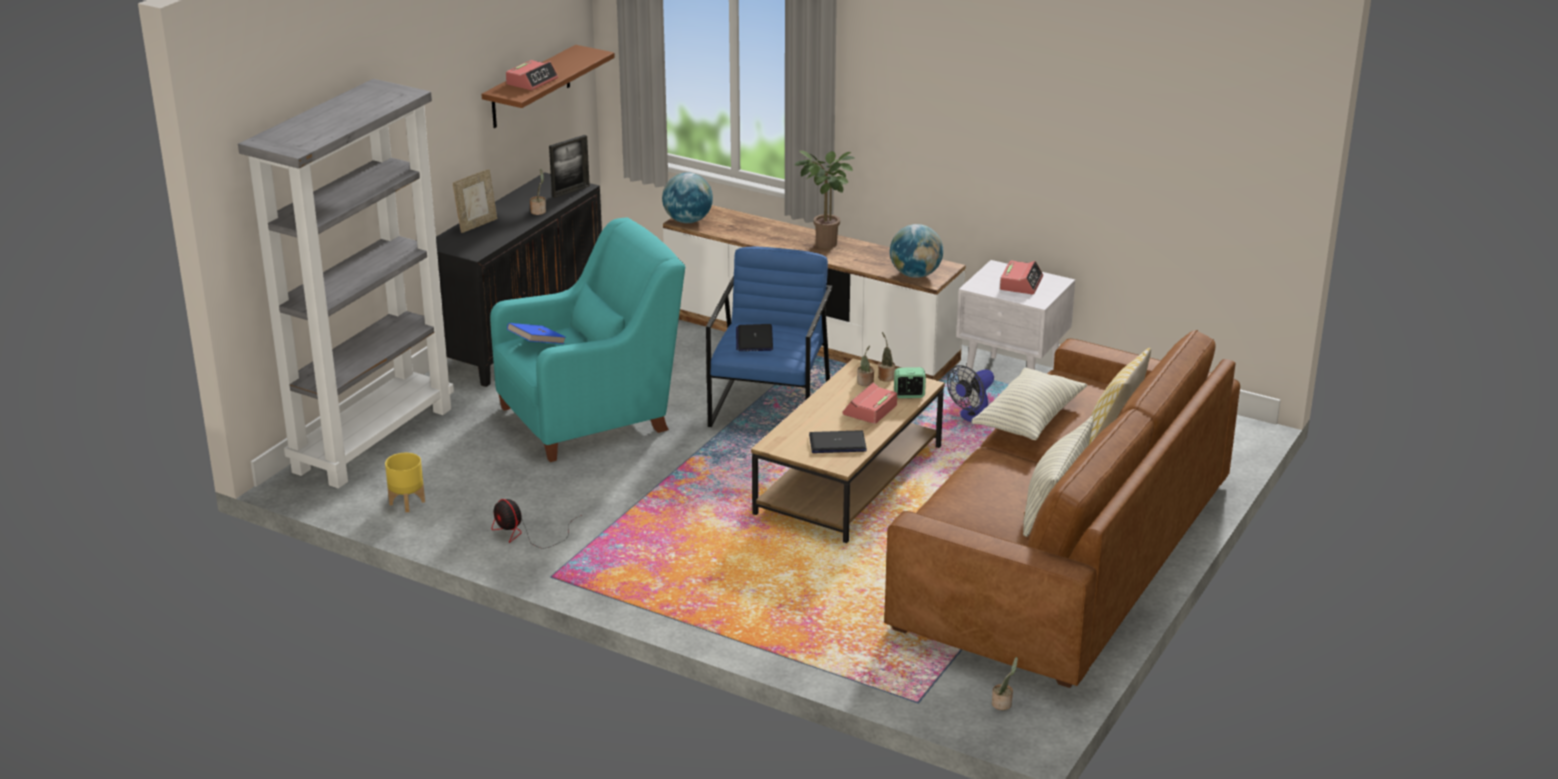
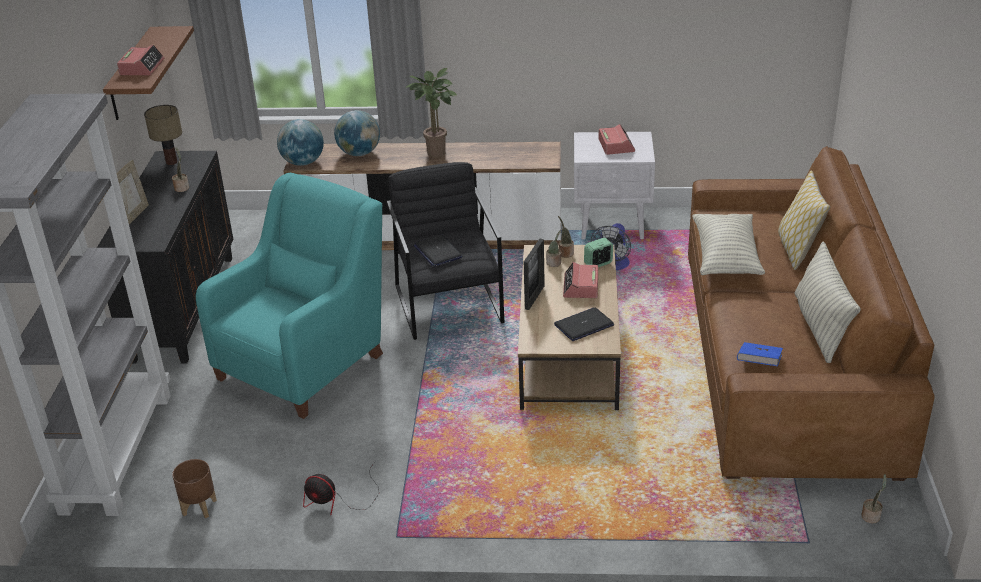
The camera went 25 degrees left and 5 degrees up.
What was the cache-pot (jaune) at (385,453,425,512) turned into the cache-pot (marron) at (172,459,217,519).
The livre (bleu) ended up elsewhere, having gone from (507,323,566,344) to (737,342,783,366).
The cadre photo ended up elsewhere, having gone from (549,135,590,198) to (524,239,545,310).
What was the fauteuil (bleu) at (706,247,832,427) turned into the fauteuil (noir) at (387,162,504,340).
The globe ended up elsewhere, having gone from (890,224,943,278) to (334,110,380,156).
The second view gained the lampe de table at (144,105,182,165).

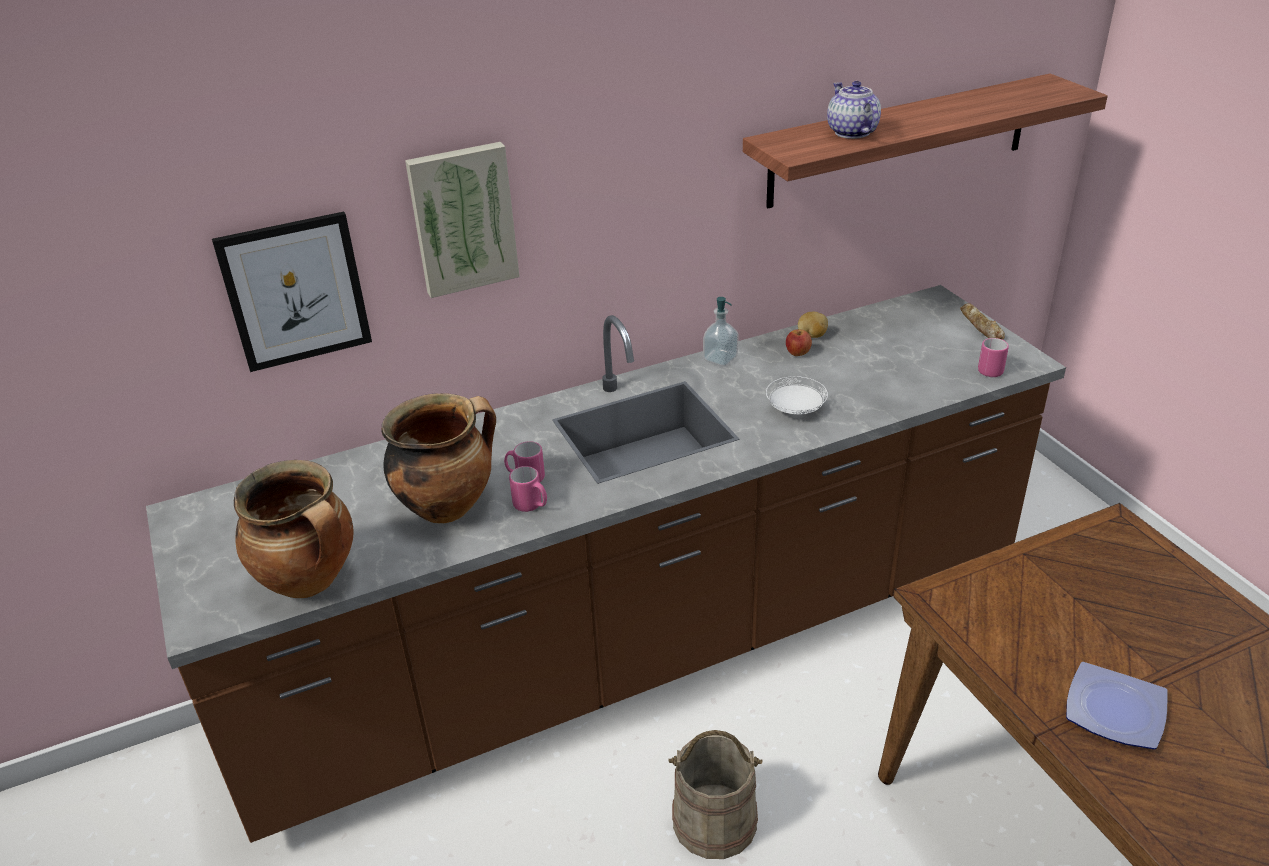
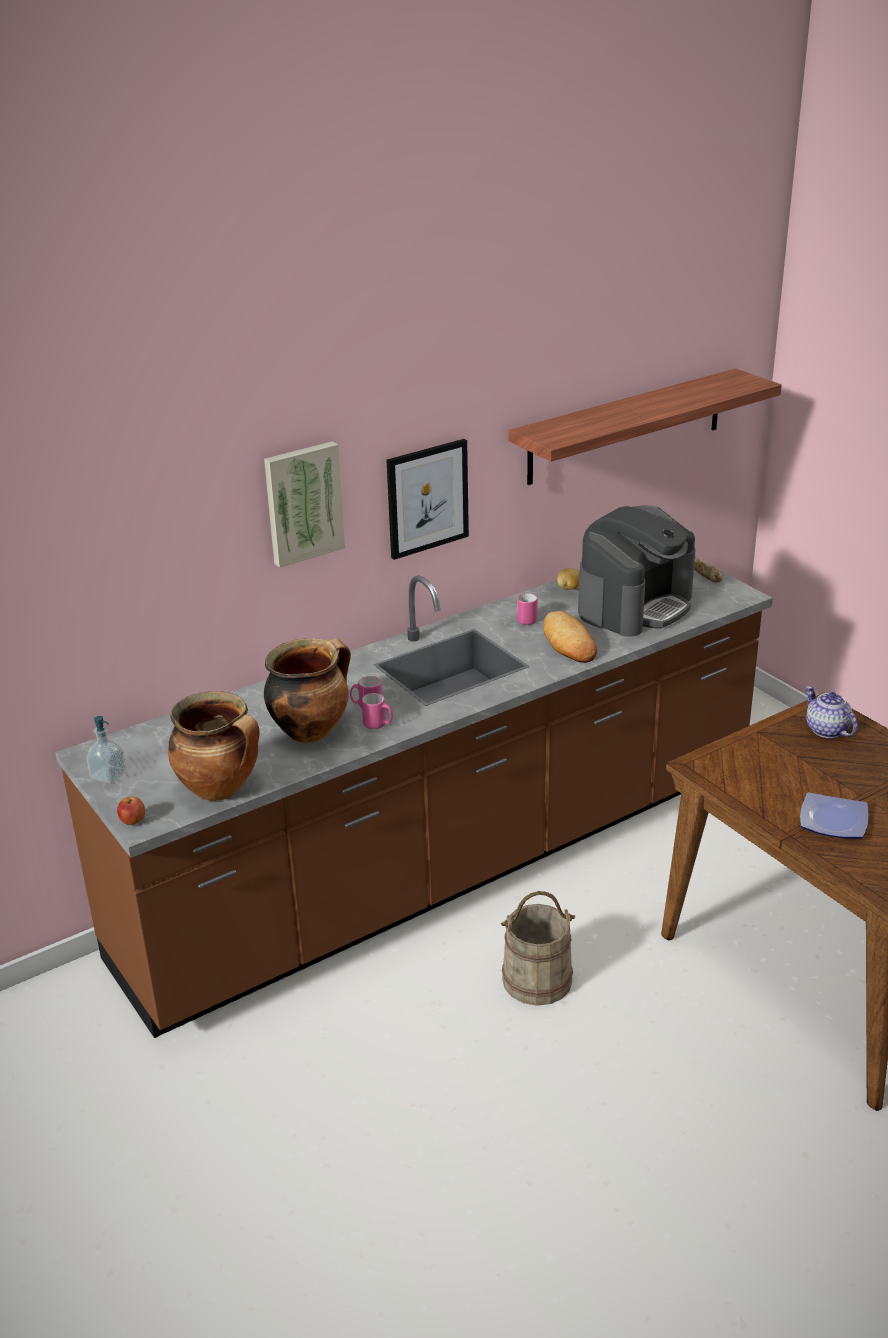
The camera went 10 degrees left and 5 degrees down.
The tableau ended up elsewhere, having gone from (212,212,372,372) to (387,439,469,560).
The distributeur de savon ended up elsewhere, having gone from (703,297,739,367) to (87,716,126,784).
Where the assiette (blanc) stood at (766,376,828,414), the pain came to stand at (543,611,597,663).
The pomme ended up elsewhere, having gone from (786,329,812,356) to (117,797,145,825).
The théière ended up elsewhere, having gone from (827,81,881,139) to (805,686,858,738).
The mug (rose) ended up elsewhere, having gone from (978,338,1009,377) to (517,593,538,625).
The second view gained the machine à café at (578,506,695,637).

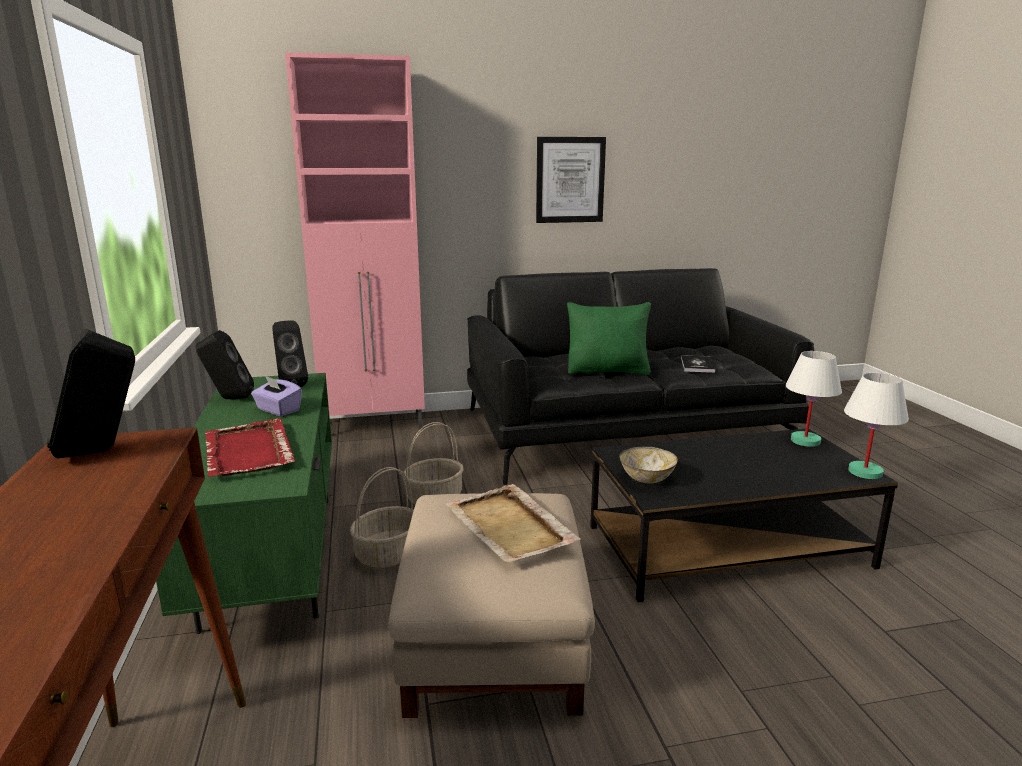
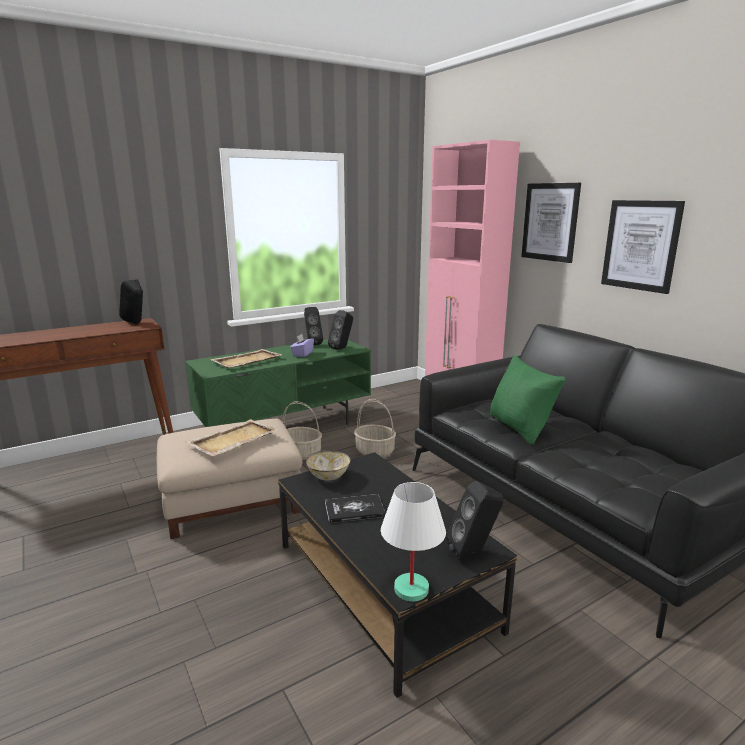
The camera went 70 degrees right and 0 degrees up.
What was the plateau (rouge) at (204,418,295,477) turned into the plateau (beige) at (210,349,282,368).
The livre ended up elsewhere, having gone from (681,355,715,373) to (325,494,386,523).
Where the lampe de table (blanc) stood at (786,351,842,447), the enceinte (noir) came to stand at (446,481,504,559).
The second view gained the tableau at (521,183,581,263).

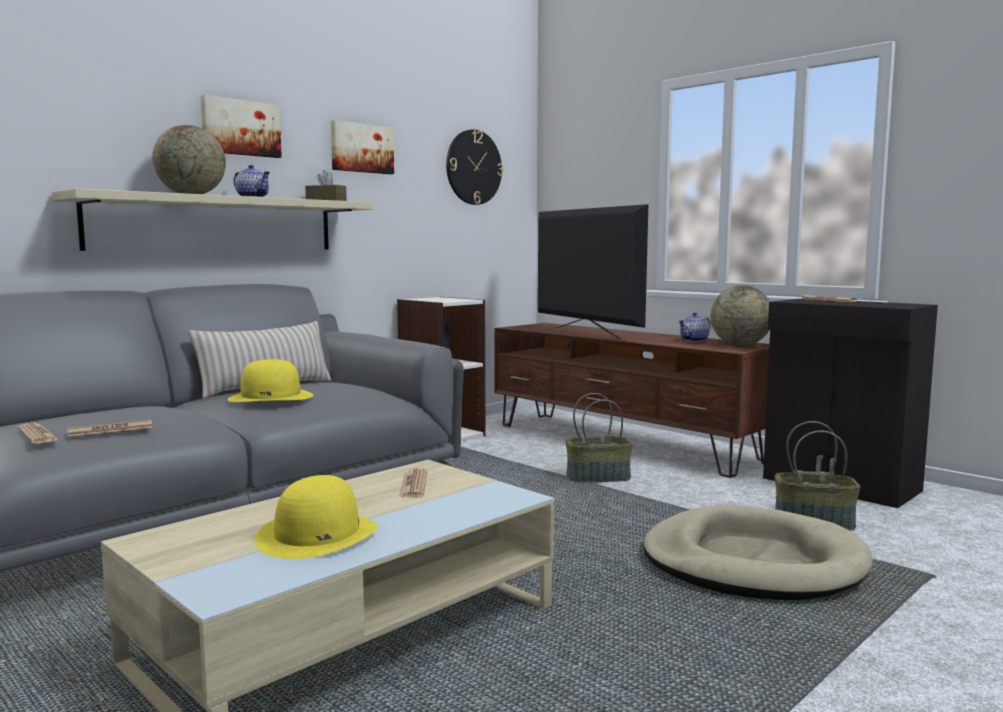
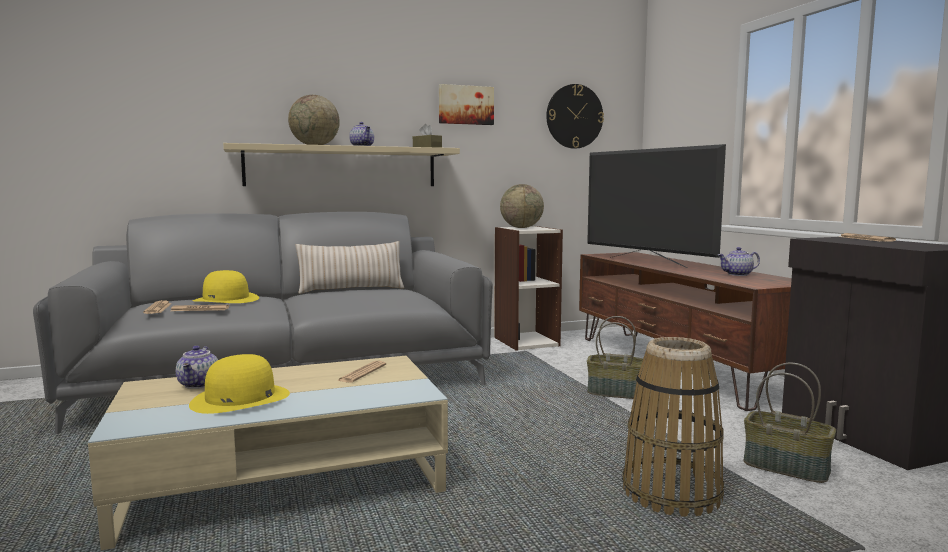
The camera went 25 degrees right and 0 degrees up.
The second view lost the tableau at (201,95,282,158).
The chapeau (jaune) ended up elsewhere, having gone from (227,359,313,402) to (193,270,259,303).
The téléviseur at (538,204,648,339) ended up facing another way, 150 degrees clockwise from before.
Where the panier pour chien (beige) stood at (643,505,873,600), the panier came to stand at (622,337,724,517).
The globe ended up elsewhere, having gone from (711,285,770,346) to (500,184,544,228).
The second view gained the théière at (176,346,218,389).

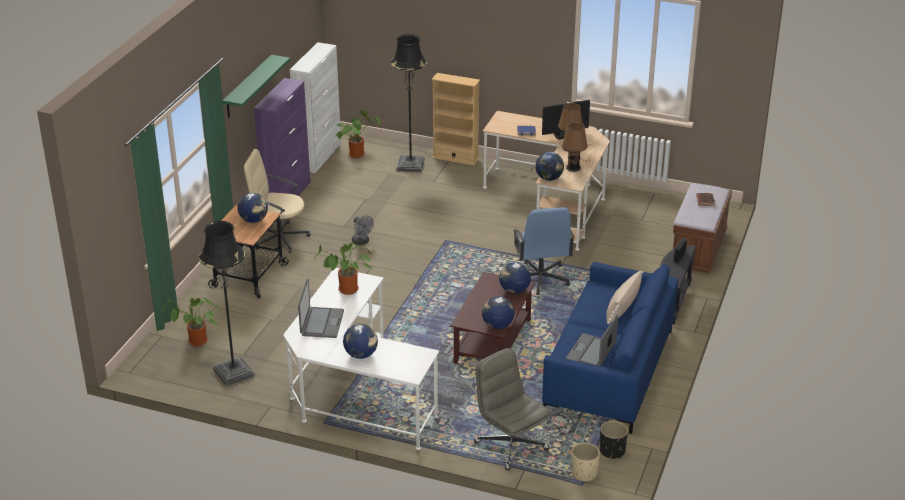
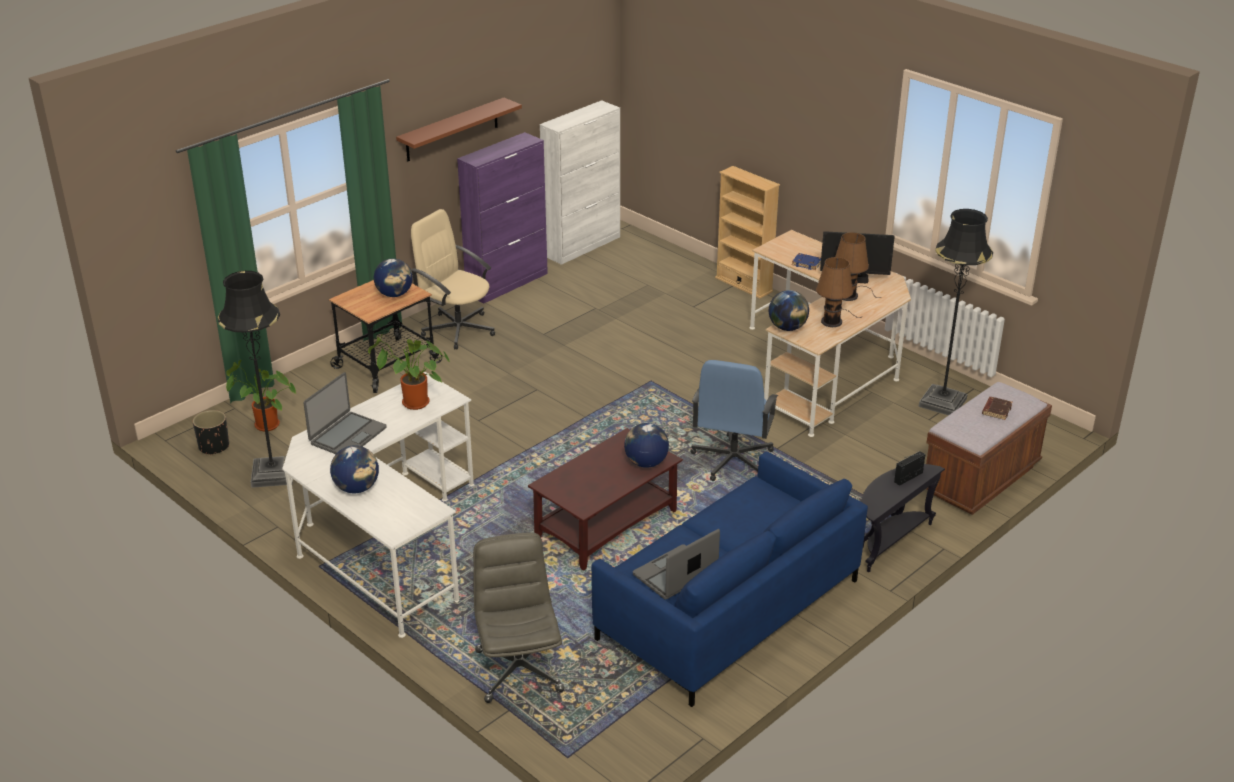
The camera went 25 degrees right and 0 degrees up.
What was the étagère (vert) at (223,55,290,118) turned into the étagère (marron) at (396,97,522,161).
The second view lost the plante en pot at (336,110,381,158).
The second view lost the ventilateur (gris) at (352,215,374,245).
The lampadaire (noir) ended up elsewhere, having gone from (390,34,427,172) to (919,209,993,415).
The second view lost the globe at (482,296,515,329).
The second view lost the cache-pot (beige) at (571,443,600,482).
The cache-pot (noir) ended up elsewhere, having gone from (600,421,628,459) to (193,410,229,455).
The second view lost the coussin (beige) at (606,270,643,324).

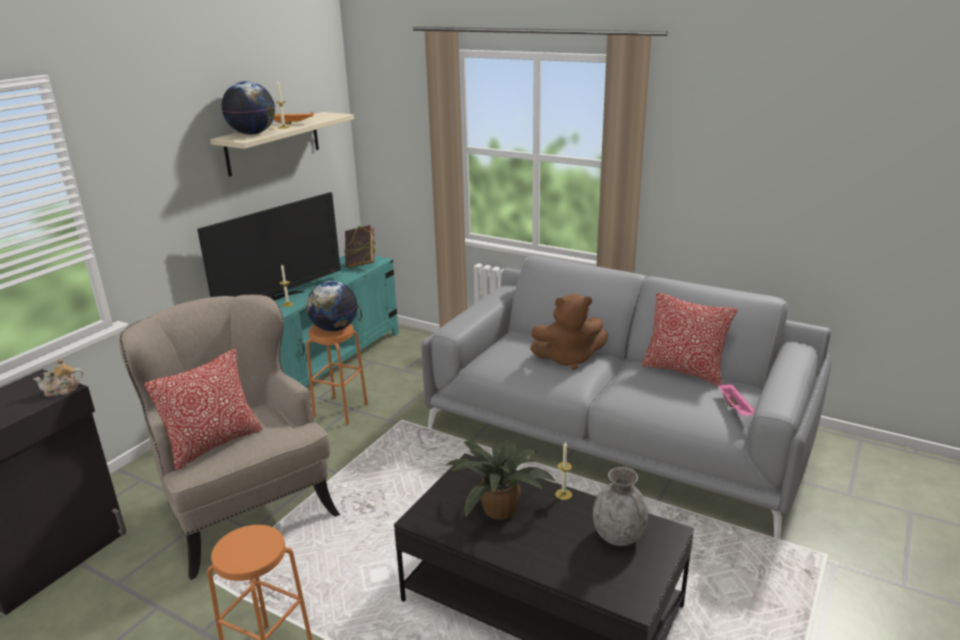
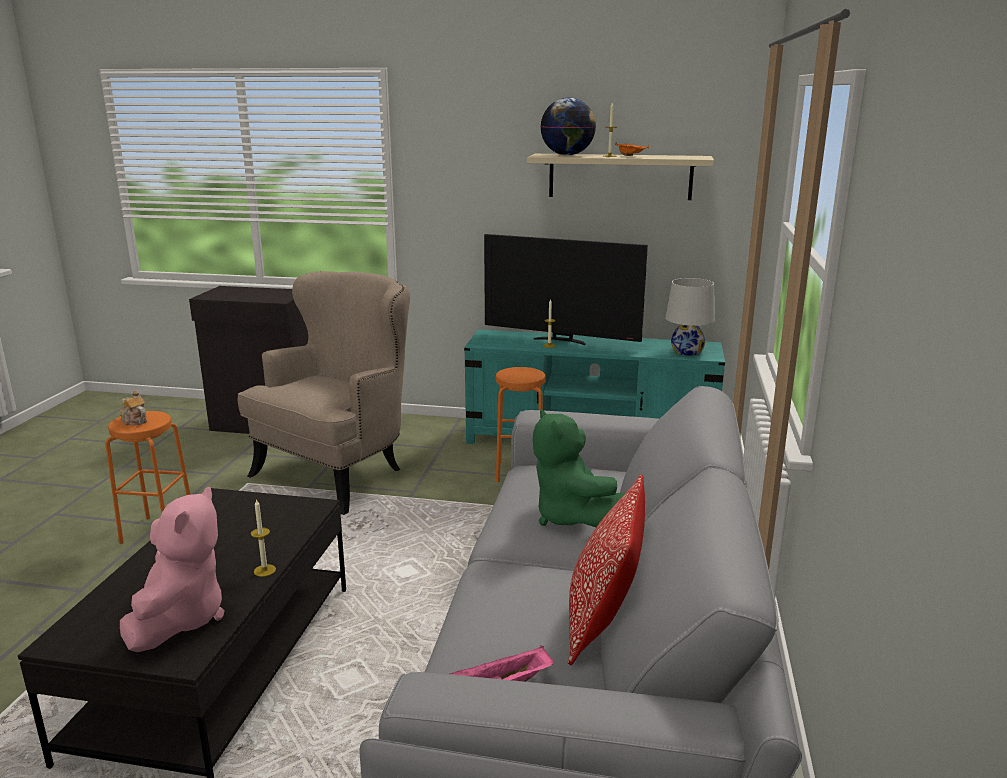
The camera went 70 degrees right and 5 degrees down.
The théière ended up elsewhere, having gone from (34,358,83,397) to (120,390,147,425).
The second view lost the coussin at (144,349,263,470).
The second view lost the globe at (306,281,358,331).
Where the livre stood at (344,225,375,268), the lampe de table (blanc) came to stand at (665,278,715,356).
The second view lost the plante en pot at (446,439,556,520).
What was the peluche (marron) at (530,294,609,370) turned into the peluche (vert) at (532,408,625,527).
Where the vase (gris) stood at (593,467,648,546), the peluche (rose) came to stand at (120,487,224,652).

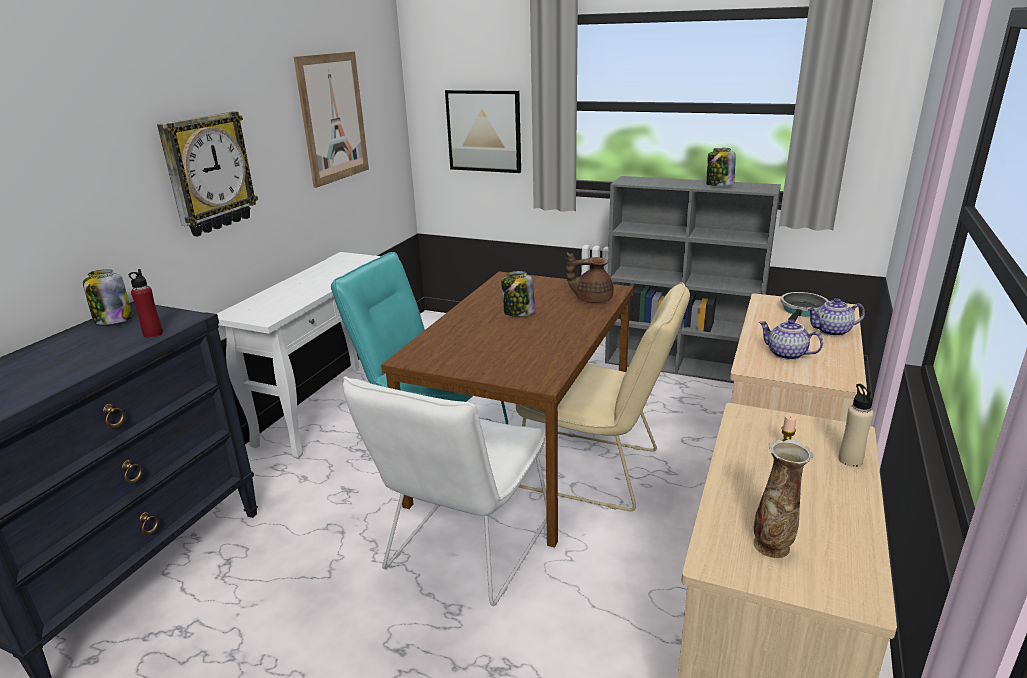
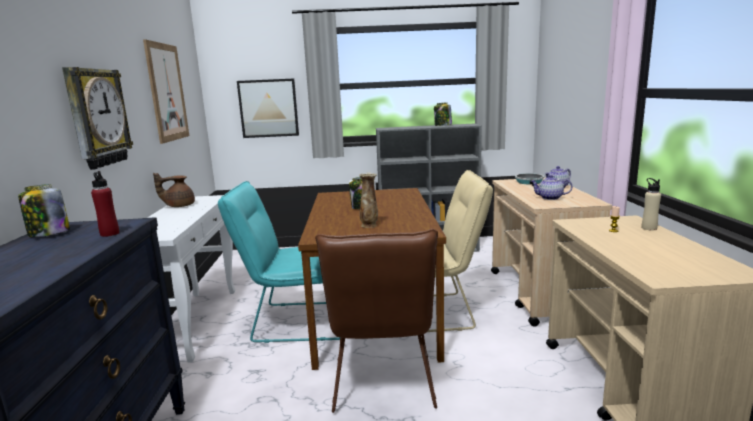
The camera went 25 degrees left and 10 degrees down.
What was the chaise (blanc) at (343,376,547,606) turned into the chaise (marron) at (315,229,438,413).
The théière (marron) ended up elsewhere, having gone from (566,253,614,303) to (153,173,195,207).
The vase ended up elsewhere, having gone from (753,439,814,558) to (359,172,378,228).

